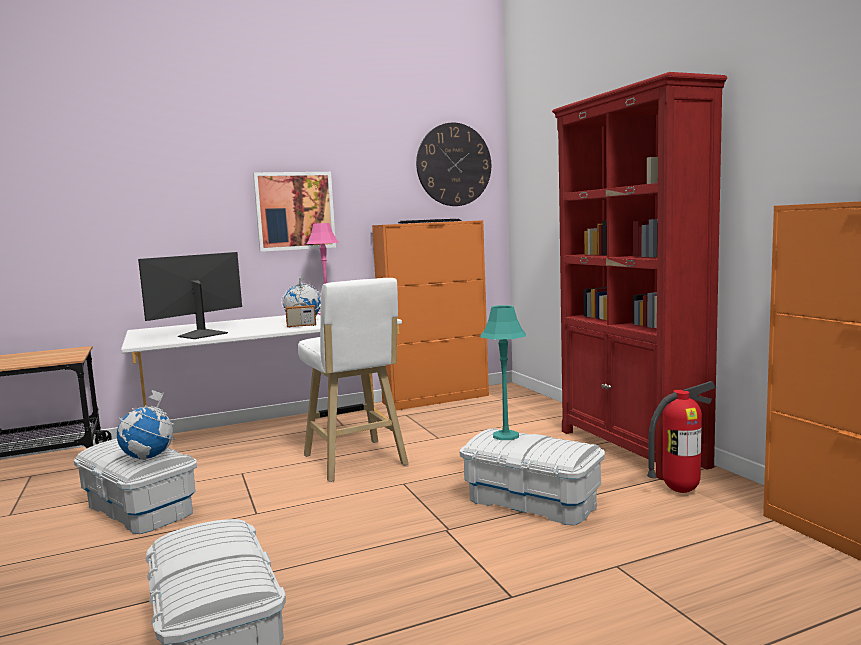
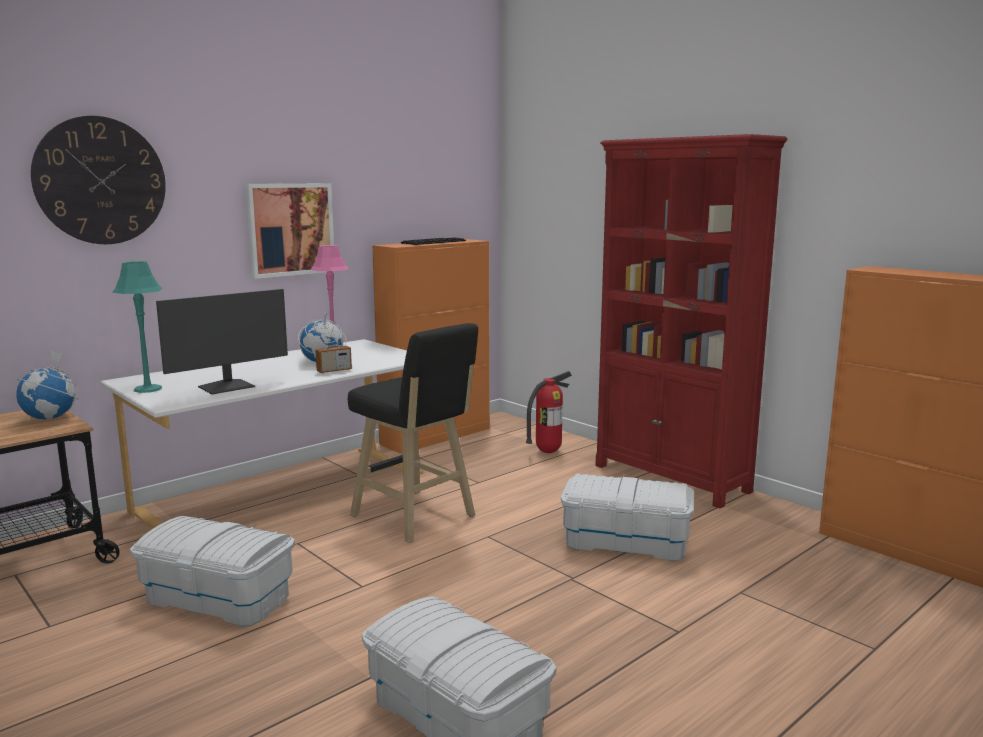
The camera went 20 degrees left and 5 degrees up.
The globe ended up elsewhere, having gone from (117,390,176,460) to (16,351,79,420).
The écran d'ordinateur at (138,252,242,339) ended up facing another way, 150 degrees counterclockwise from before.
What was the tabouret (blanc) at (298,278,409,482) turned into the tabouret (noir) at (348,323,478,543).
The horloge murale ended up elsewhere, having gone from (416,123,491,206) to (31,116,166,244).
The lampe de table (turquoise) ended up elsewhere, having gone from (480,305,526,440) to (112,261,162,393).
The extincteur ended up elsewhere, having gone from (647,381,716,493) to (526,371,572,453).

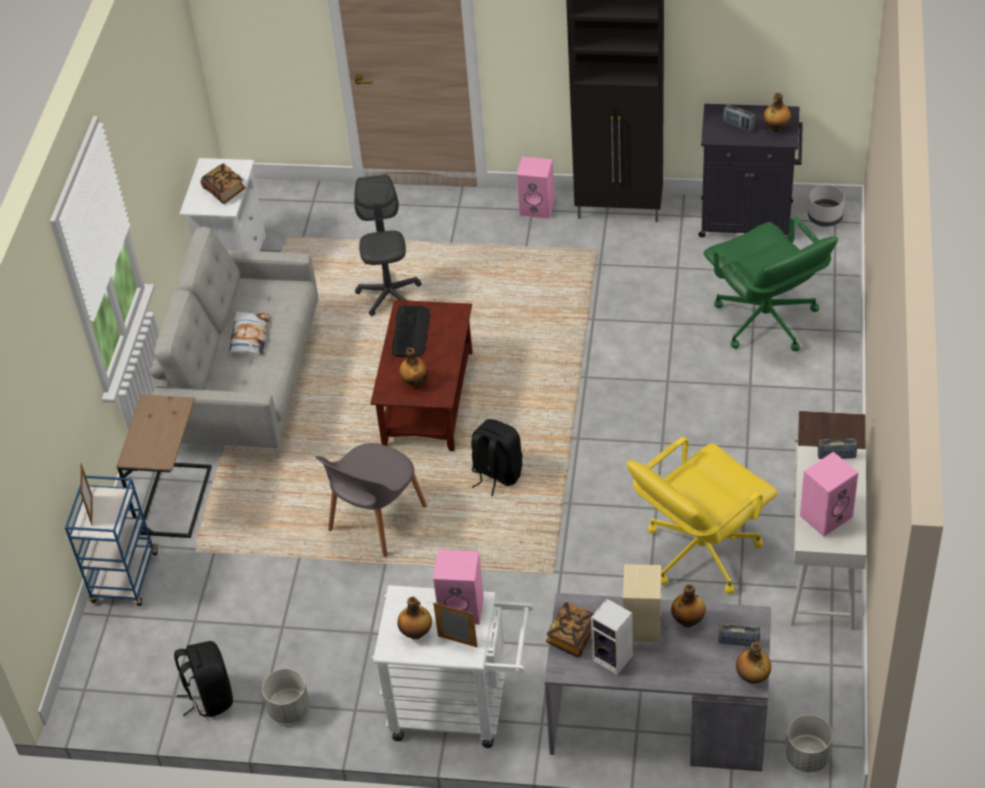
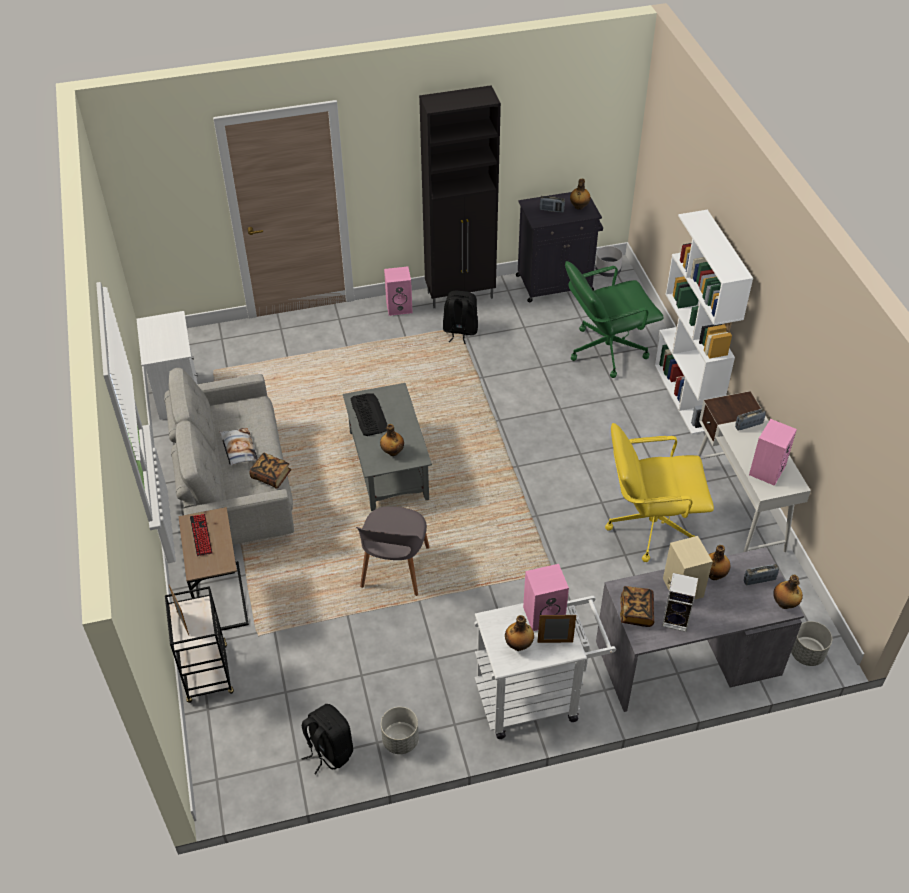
The camera went 25 degrees left and 0 degrees up.
What was the chariot (bleu) at (65,476,158,606) turned into the chariot (noir) at (165,586,234,703).
The livre ended up elsewhere, having gone from (201,163,246,204) to (249,453,291,489).
The second view lost the chaise de bureau (gris) at (354,174,422,316).
What was the table basse (marron) at (370,300,473,451) turned into the table basse (gris) at (343,383,432,511).
The sac à dos (noir) ended up elsewhere, having gone from (471,419,523,496) to (443,291,478,344).
The chaise de bureau (jaune) at (626,437,777,594) ended up facing another way, 60 degrees clockwise from before.
The chaise de bureau (vert) at (704,217,838,351) ended up facing another way, 120 degrees clockwise from before.
The second view gained the clavier at (190,514,212,556).
The second view gained the bibliothèque (blanc) at (654,210,753,435).

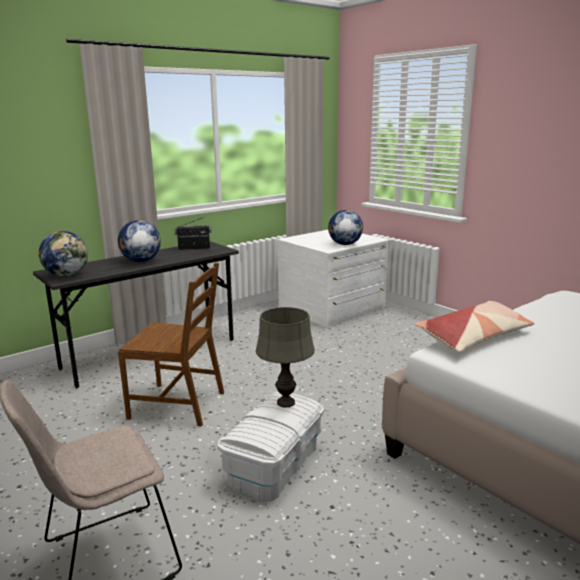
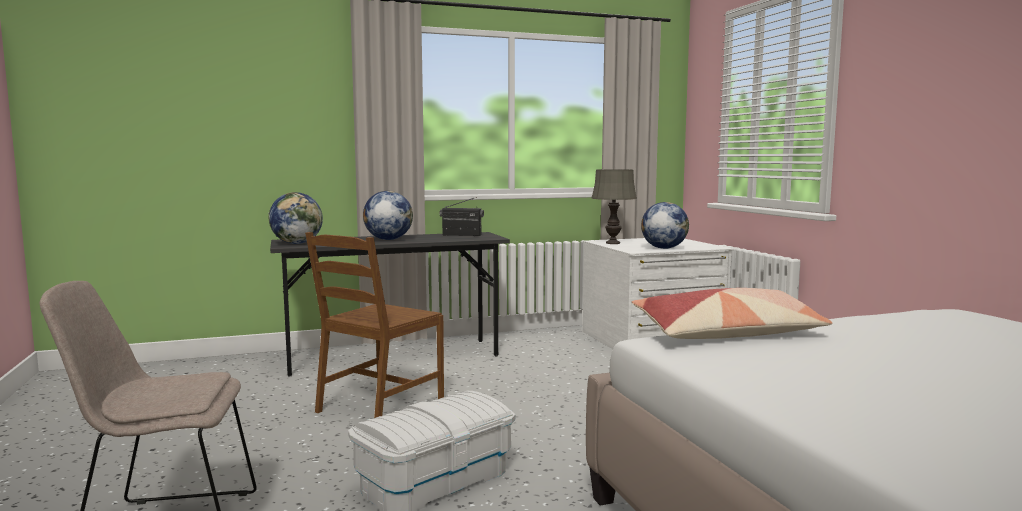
The camera went 20 degrees right and 10 degrees down.
The chaise (marron) at (118,263,224,427) ended up facing another way, 90 degrees clockwise from before.
The lampe de table (gris) ended up elsewhere, having gone from (256,307,315,408) to (591,169,637,244).

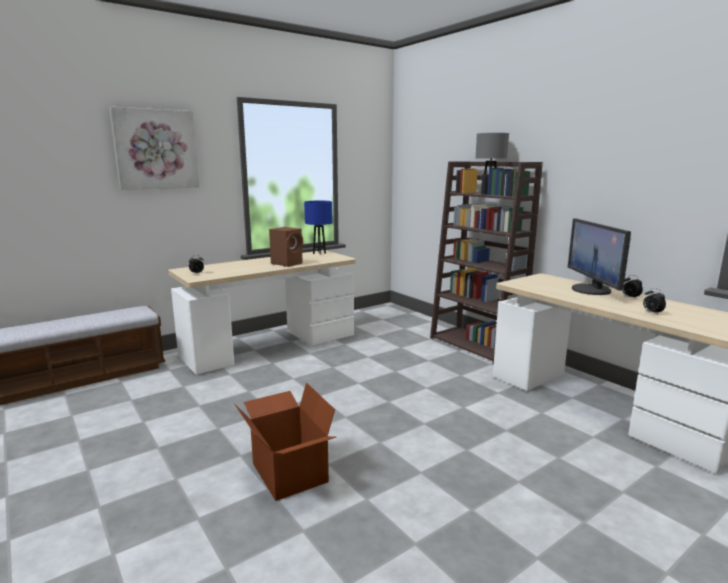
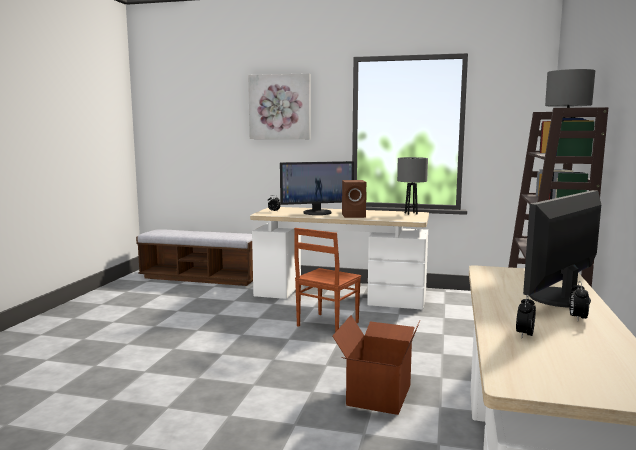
The camera went 50 degrees right and 5 degrees down.
The carton ended up elsewhere, having gone from (234,382,336,501) to (332,315,420,415).
What was the lampe de table (bleu) at (304,201,332,255) turned into the lampe de table (gris) at (397,157,428,215).
The second view gained the écran d'ordinateur at (280,161,354,215).
The second view gained the chaise (marron) at (294,228,361,332).

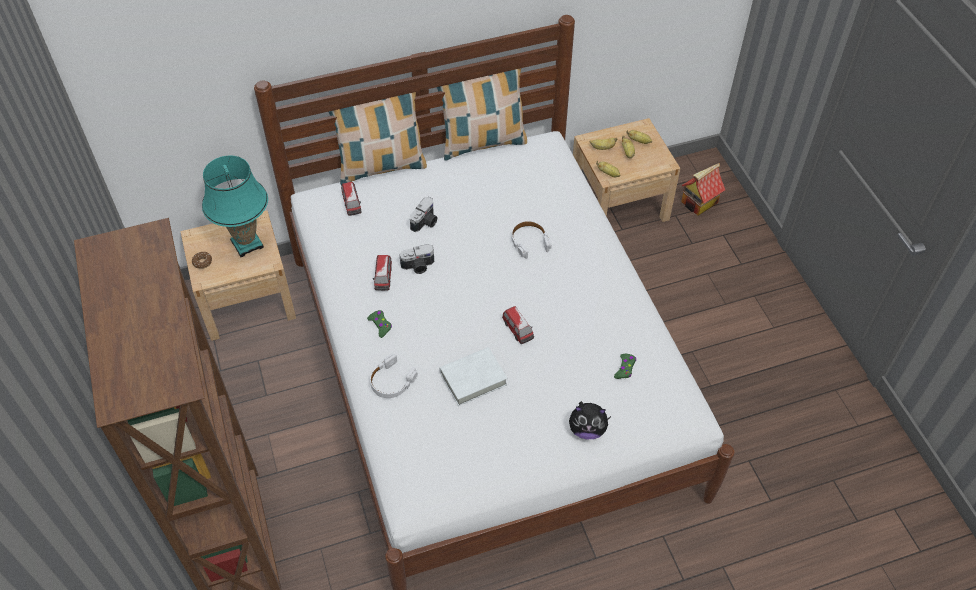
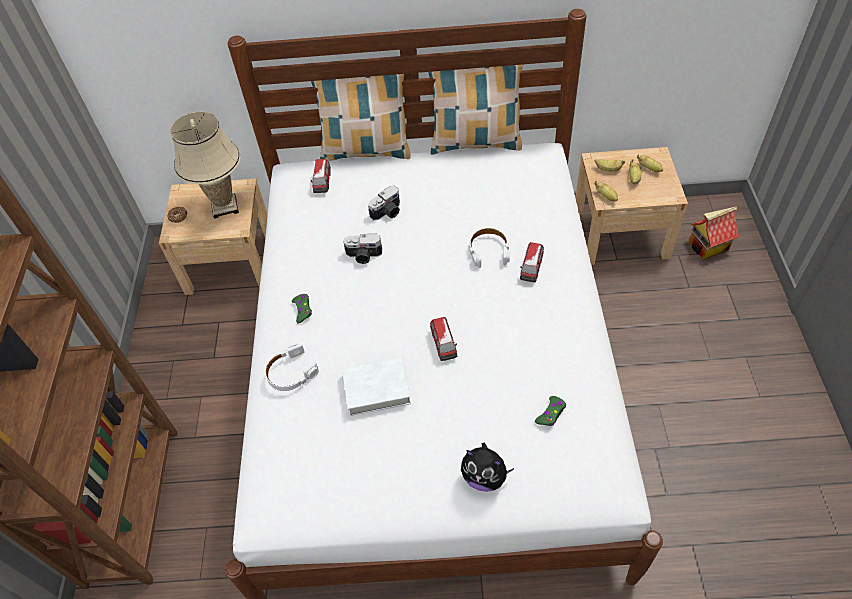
The camera went 20 degrees right and 0 degrees up.
What was the lampe de table (turquoise) at (202,155,268,257) turned into the lampe de table (beige) at (170,112,240,219).
The petite voiture ended up elsewhere, having gone from (373,255,392,291) to (520,242,544,282).

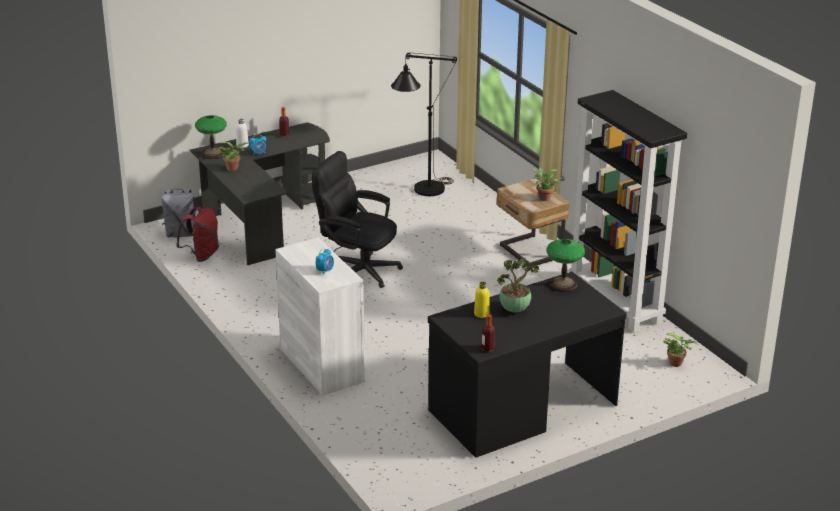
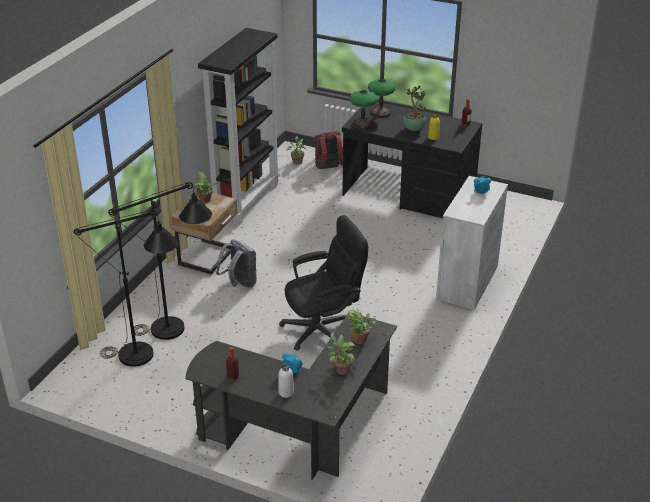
The camera went 125 degrees left and 5 degrees up.
The sac à dos (gris) ended up elsewhere, having gone from (162,188,195,237) to (216,239,257,288).
The sac à dos (rouge) ended up elsewhere, having gone from (176,207,219,262) to (315,131,343,169).
The lampe de table ended up elsewhere, having gone from (195,115,227,159) to (368,79,396,118).
The chaise de bureau (noir) at (312,151,403,288) ended up facing another way, 105 degrees counterclockwise from before.
The second view gained the lampadaire (noir) at (108,182,212,340).
The second view gained the plante en pot at (348,310,376,344).

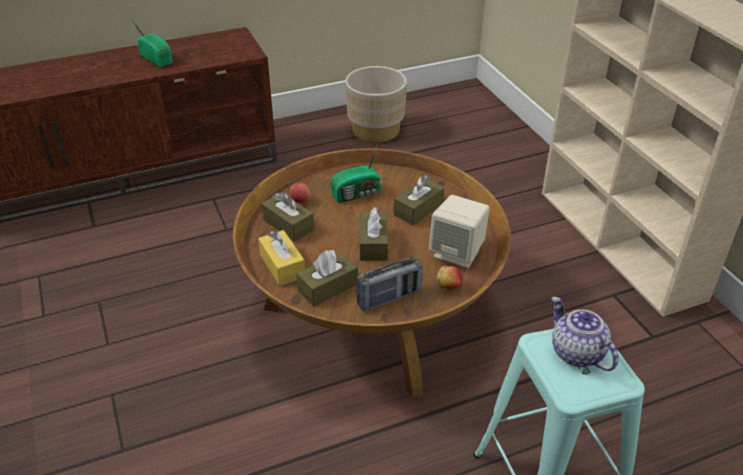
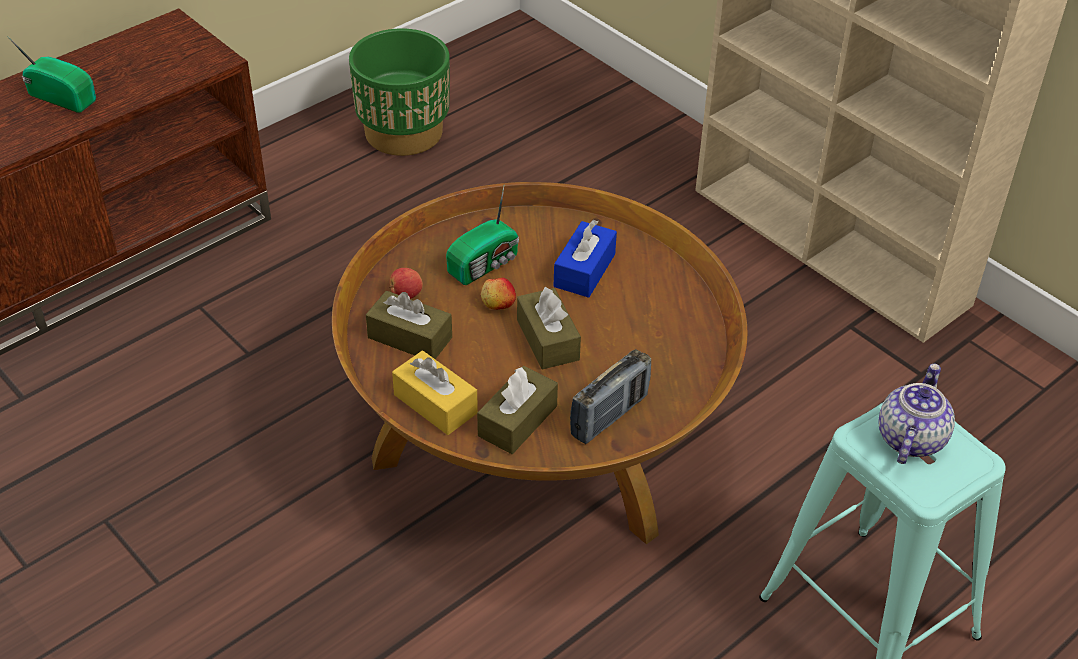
The camera went 20 degrees left and 5 degrees up.
What was the cache-pot (beige) at (345,66,407,143) turned into the cache-pot (vert) at (349,28,450,156).
What was the boîte à mouchoirs (marron) at (394,175,444,225) turned into the boîte à mouchoirs (bleu) at (554,220,617,298).
The second view lost the enceinte (beige) at (429,195,490,268).
The pomme ended up elsewhere, having gone from (437,265,462,289) to (481,278,516,310).
The théière at (552,297,619,371) ended up facing another way, 75 degrees clockwise from before.

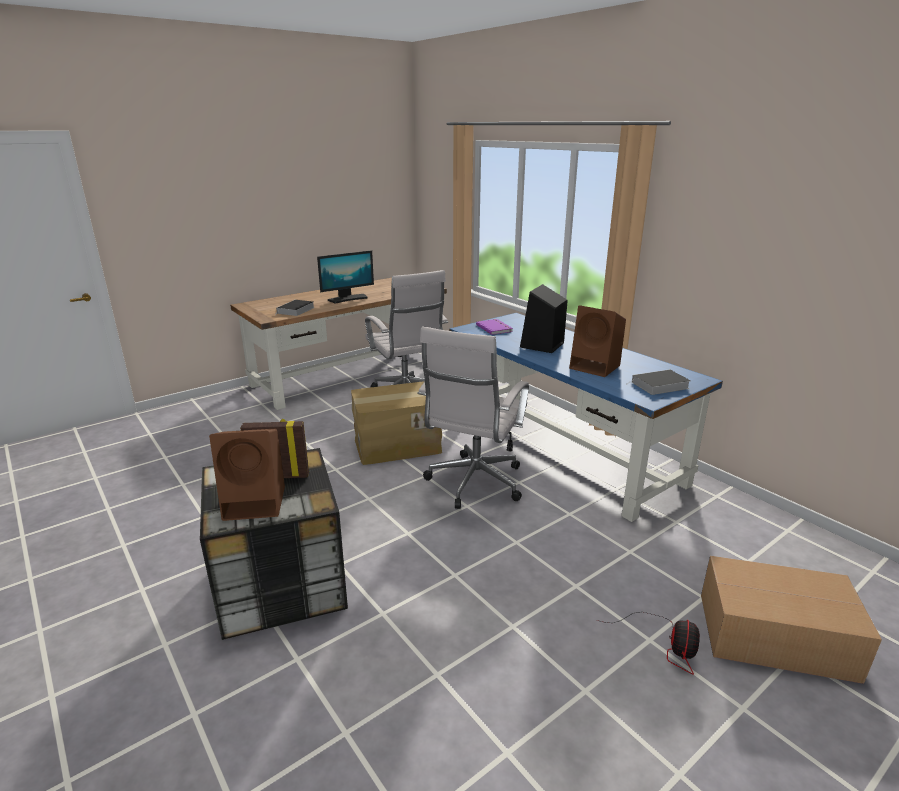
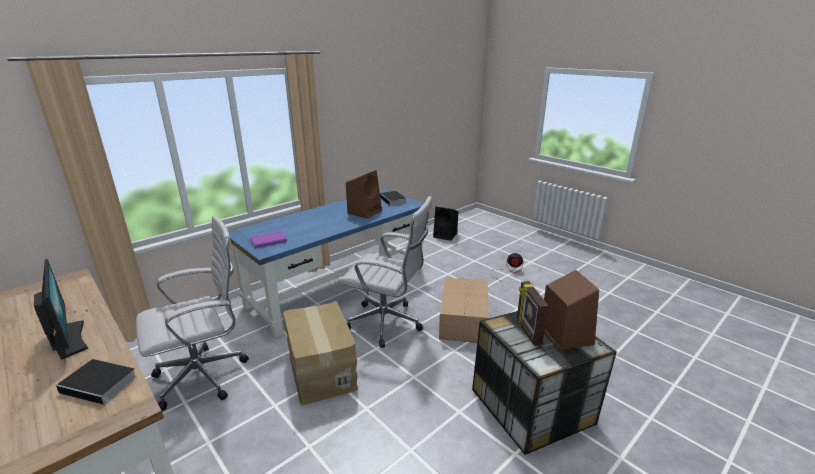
The camera went 95 degrees left and 0 degrees up.
The enceinte (noir) ended up elsewhere, having gone from (520,284,568,353) to (433,207,458,241).
The carton ended up elsewhere, having gone from (701,556,882,684) to (439,277,489,343).

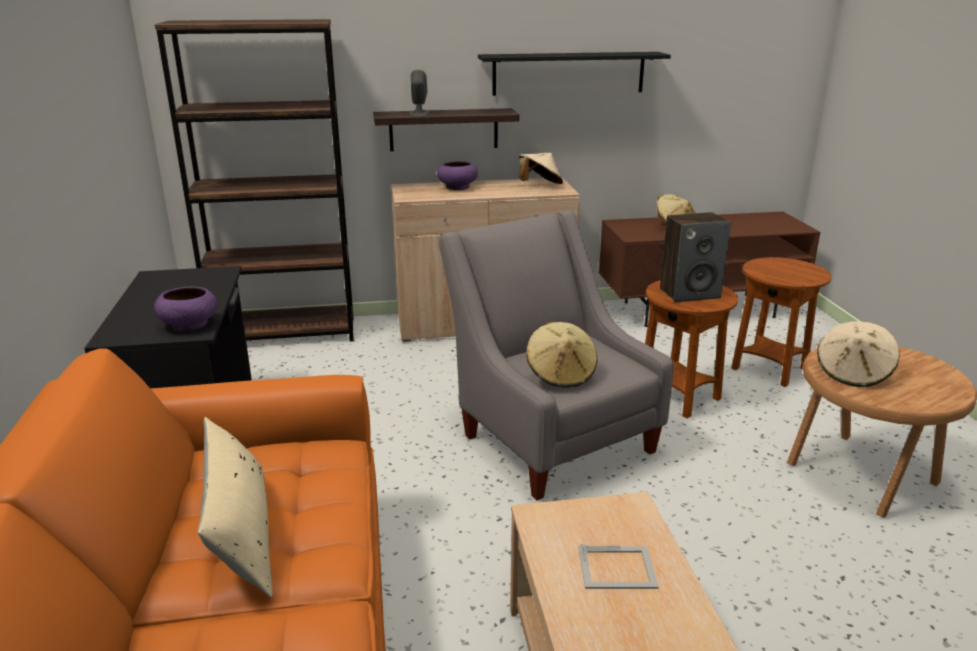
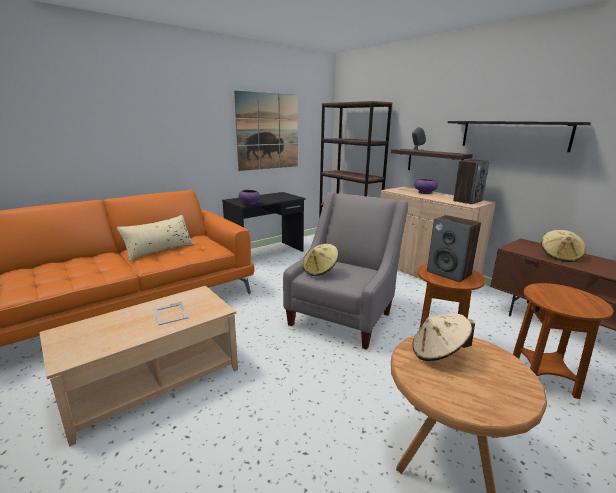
The camera went 60 degrees right and 5 degrees down.
Where the chapeau (beige) stood at (519,153,563,184), the enceinte came to stand at (453,159,490,204).
The second view gained the tableau at (234,91,298,171).

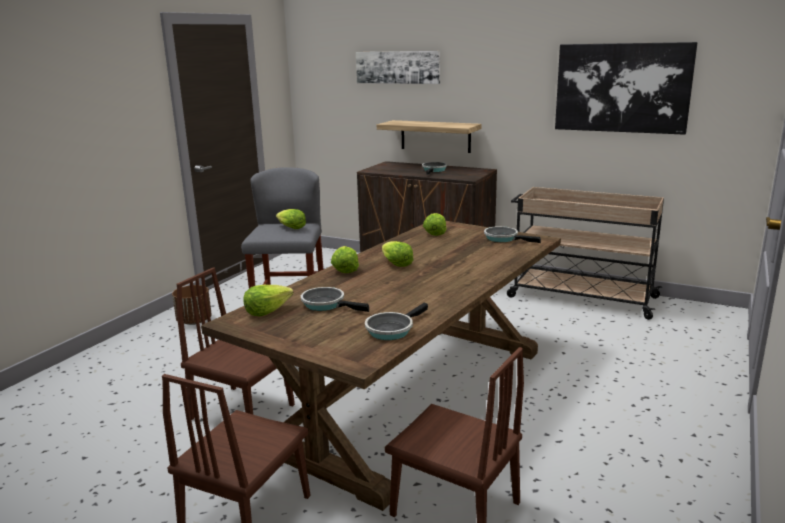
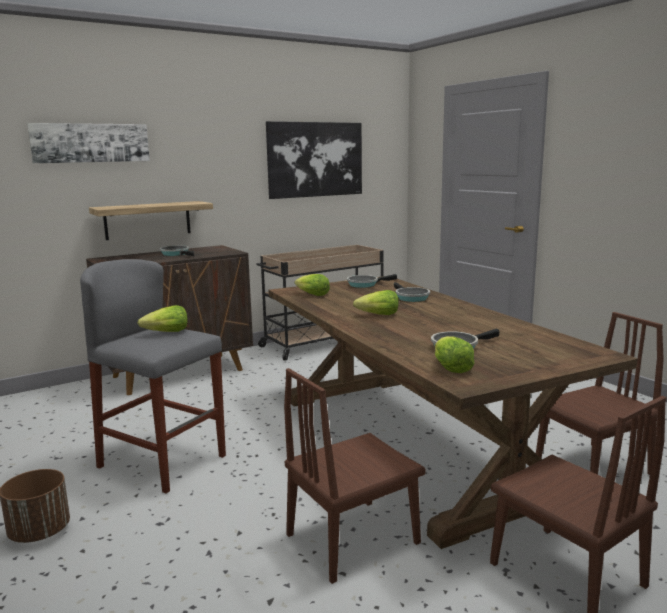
The camera went 60 degrees left and 5 degrees down.
The second view lost the laitue at (331,246,359,273).
The poêle ended up elsewhere, having gone from (365,303,428,340) to (394,282,430,302).

